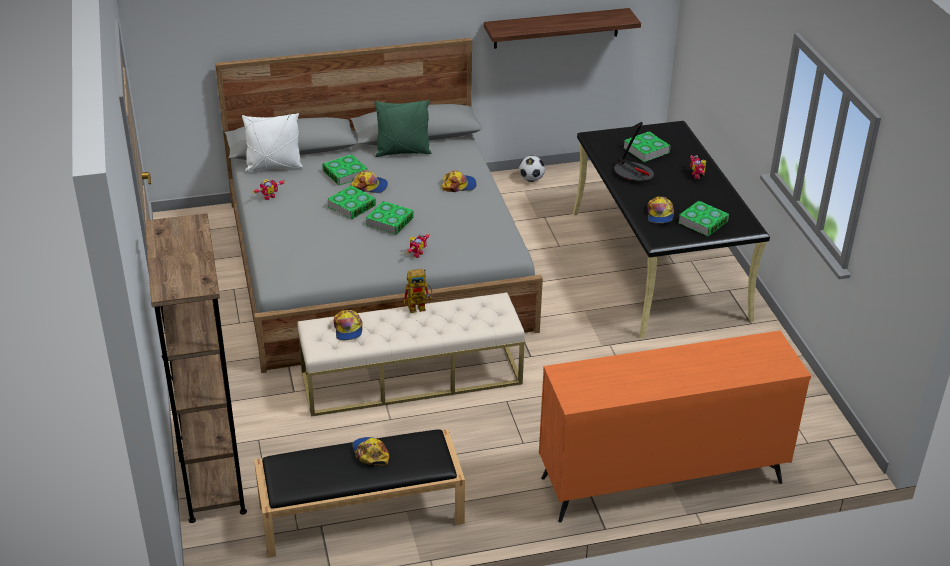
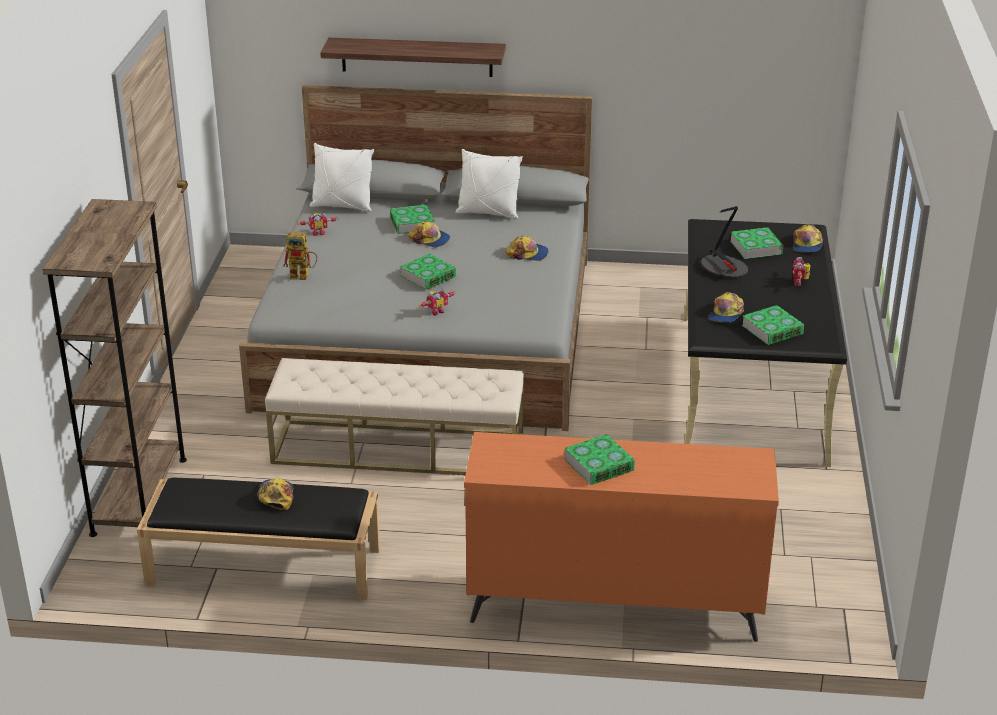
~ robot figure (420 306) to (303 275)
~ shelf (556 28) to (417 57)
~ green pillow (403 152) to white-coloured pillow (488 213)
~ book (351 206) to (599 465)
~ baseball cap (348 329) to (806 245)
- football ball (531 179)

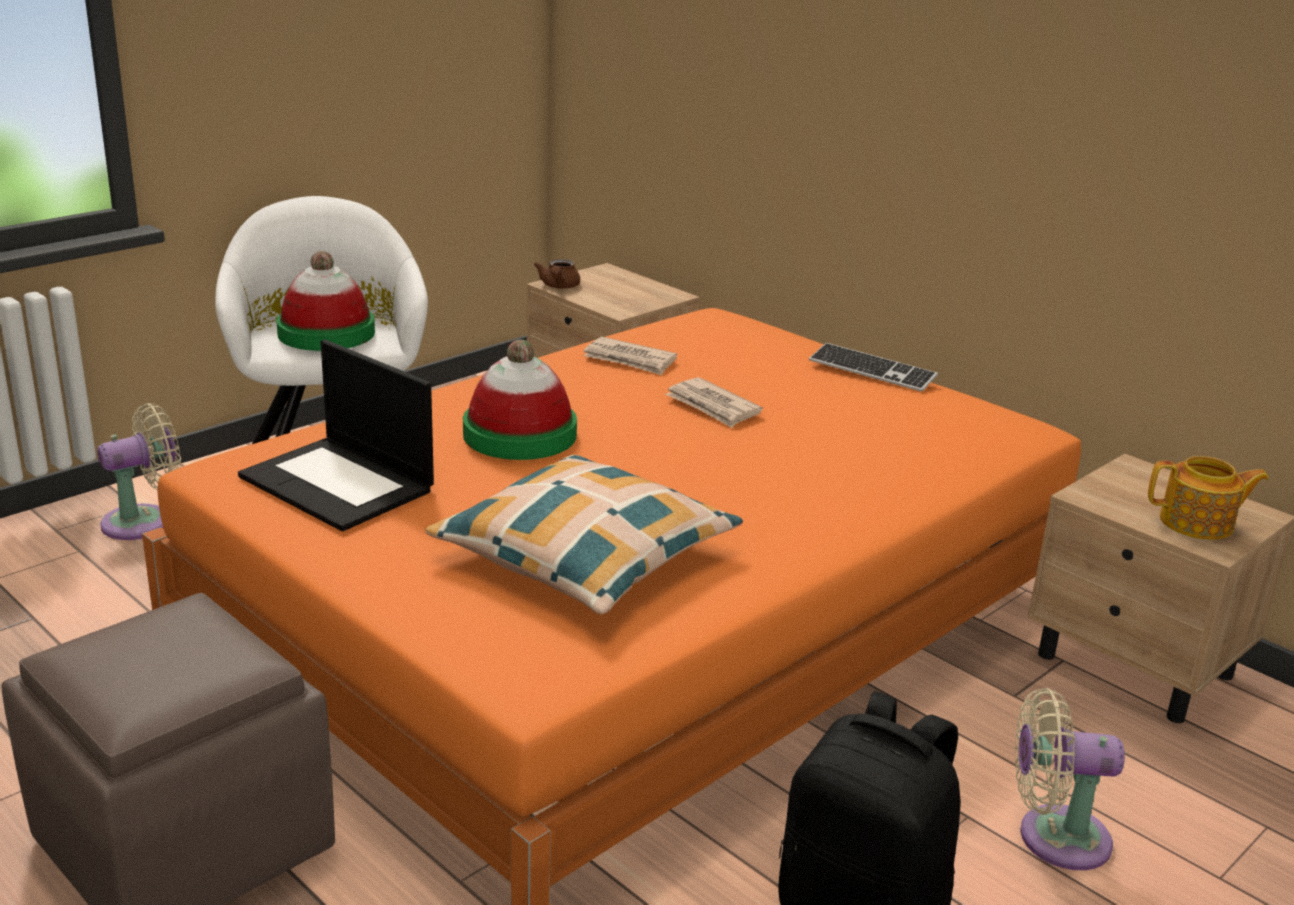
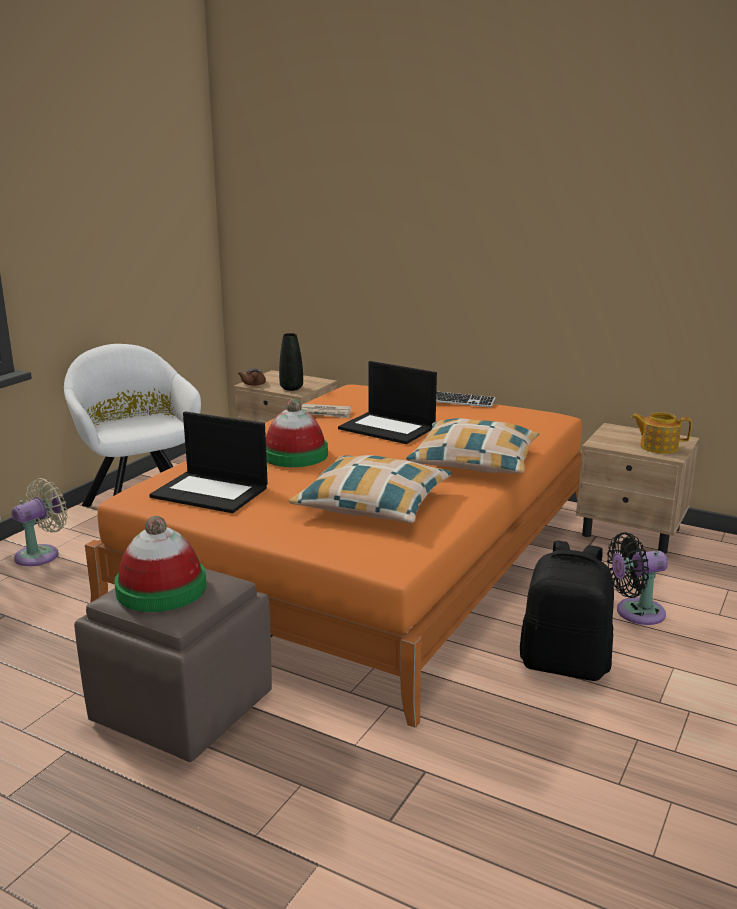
~ wearable hat (326 333) to (161 588)
+ blackish flower vase (291 388)
~ daily paper (713 406) to laptop (388 428)
+ pillow (474 461)
~ sand-coloured electric fan (1054 837) to blackish electric fan (635 613)
~ pot for tea (1198 523) = (658 447) 150 degrees counterclockwise

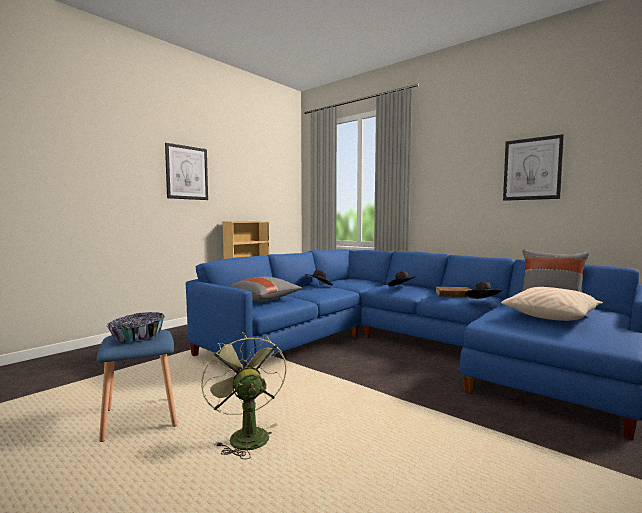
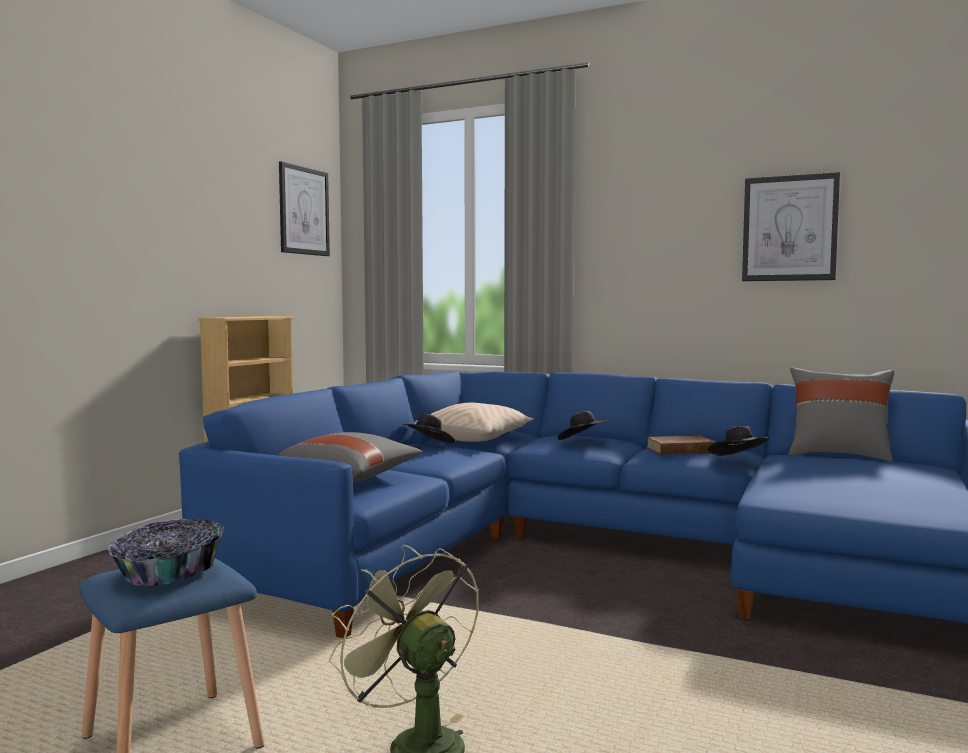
~ picture (187 172) to (304 211)
~ sand-coloured pillow (551 316) to (474 438)

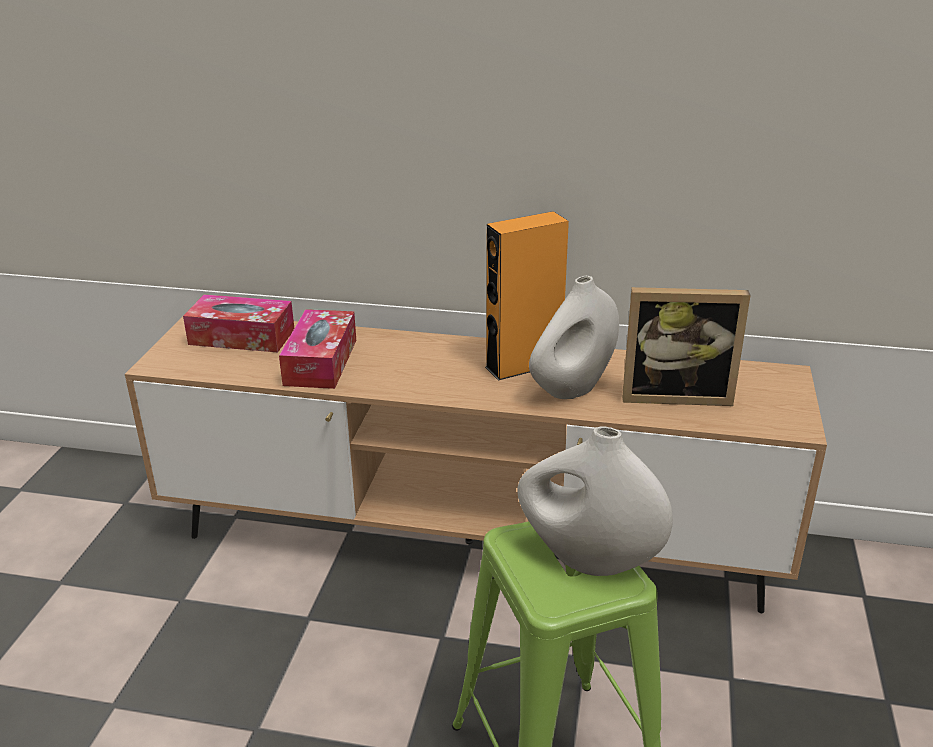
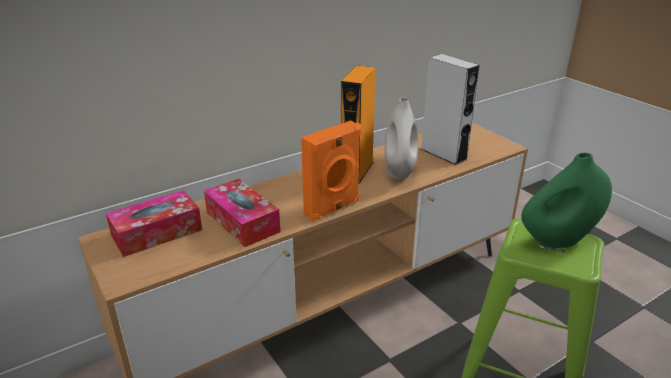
+ orange-coloured speaker (333 208)
~ standing frame (675 394) to gray speaker (443 154)
~ white-coloured flower vase (588 560) to green flower vase (558 240)

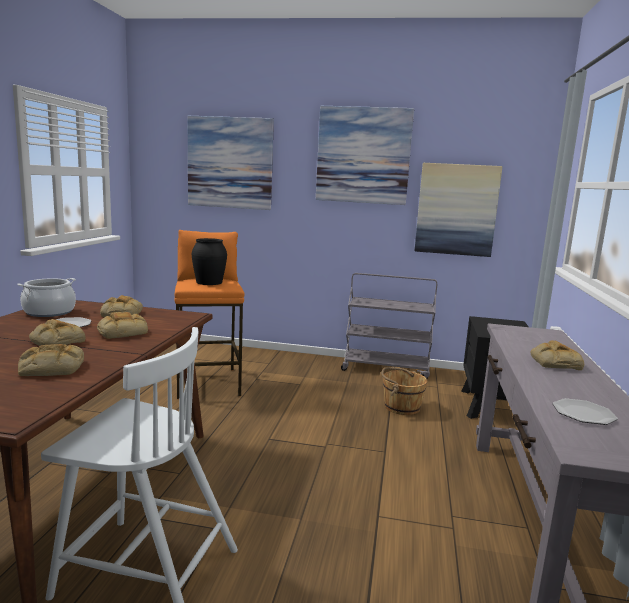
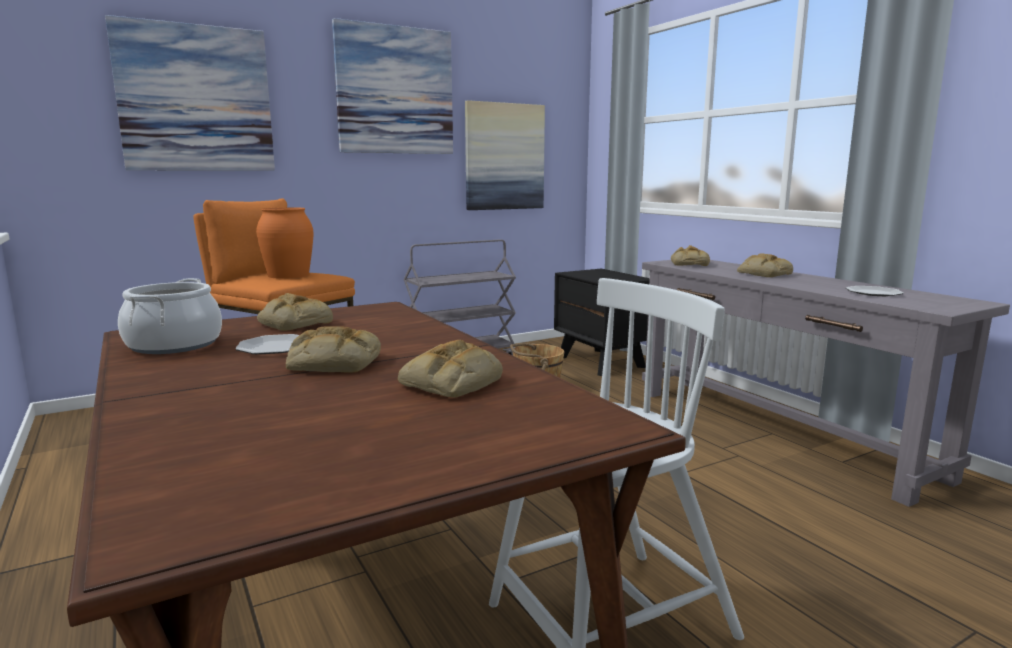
~ blackish flower vase (209 282) to orange-coloured flower vase (288 275)
~ bakery bread (123 332) to (689 263)

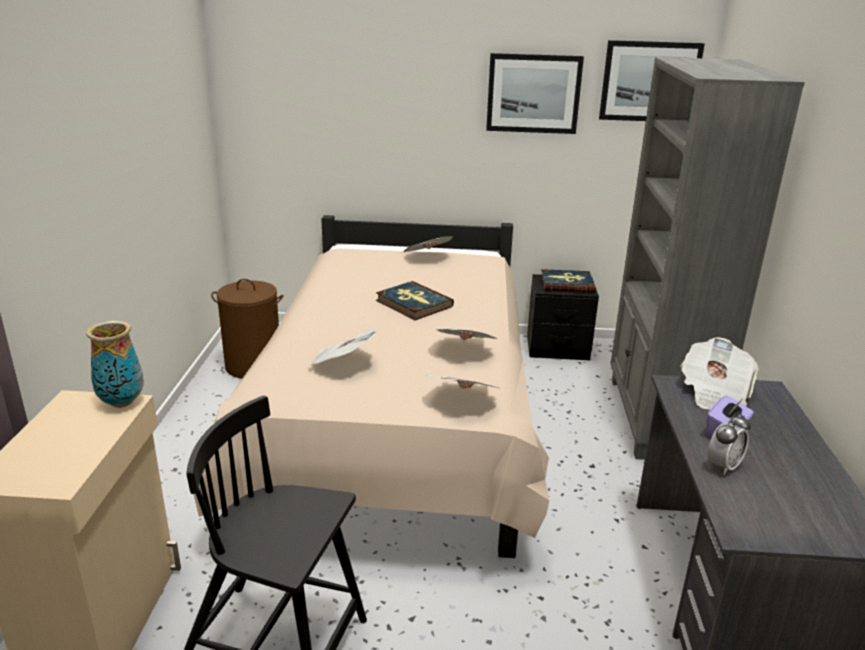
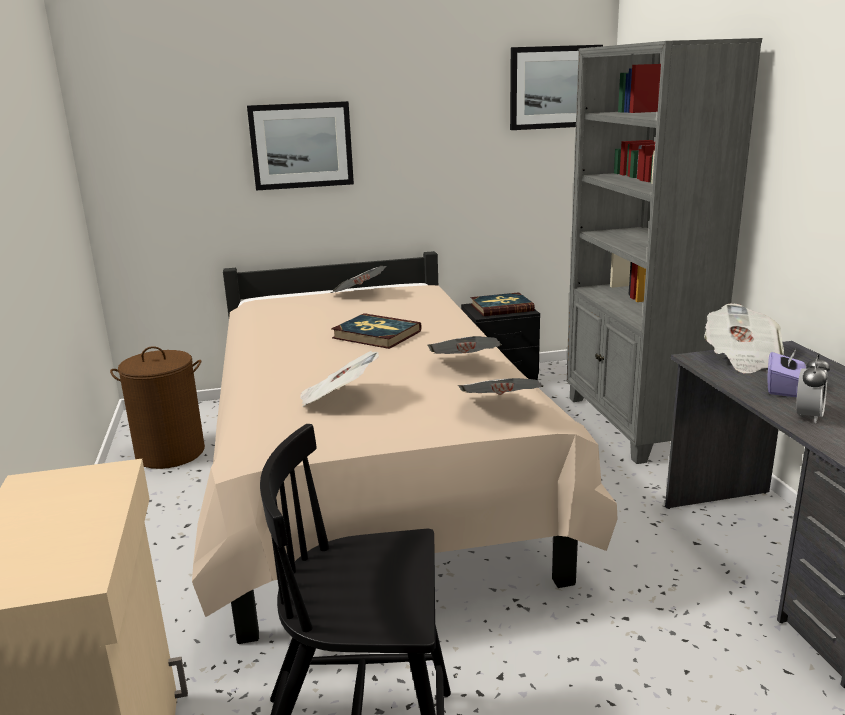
~ picture (533 93) to (301 145)
- flower vase (121 402)

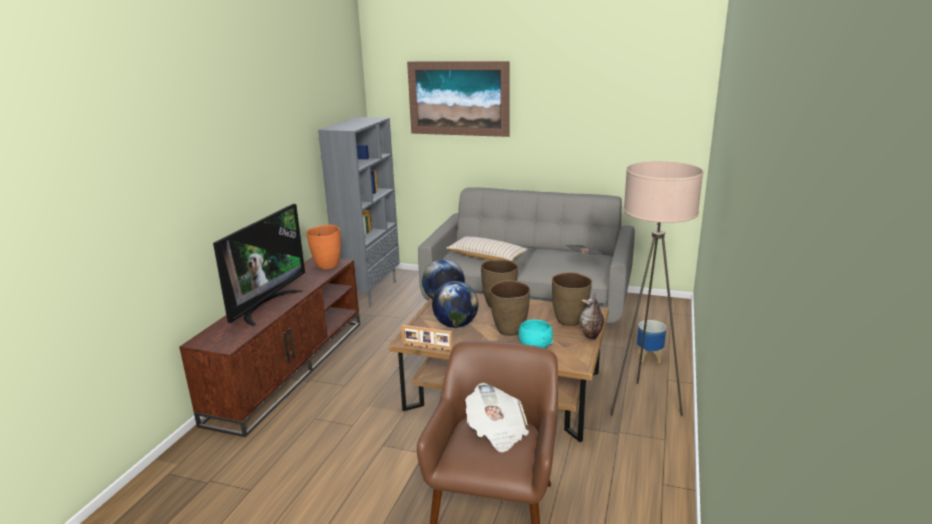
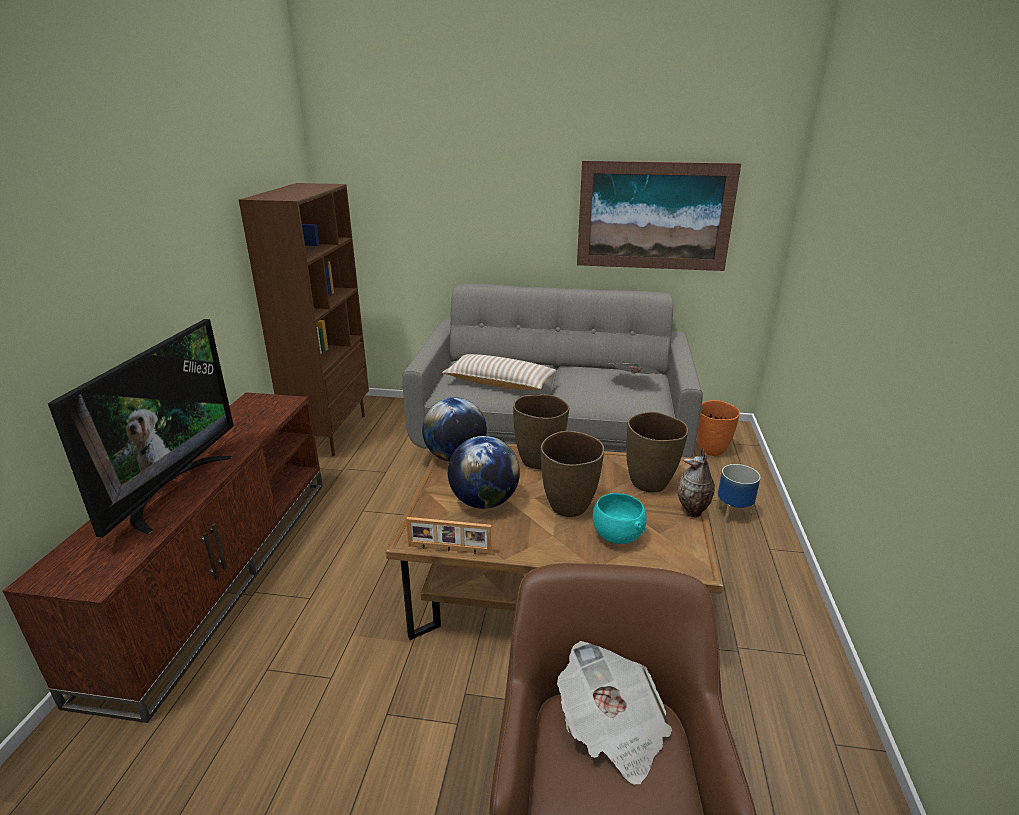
~ gray shelving unit (370 292) to brownish shelving unit (330 433)
~ picture (458 98) to (654 216)
~ orange-coloured flower vase (327 266) to (711 450)
- sand-coloured standing lamp (642 404)

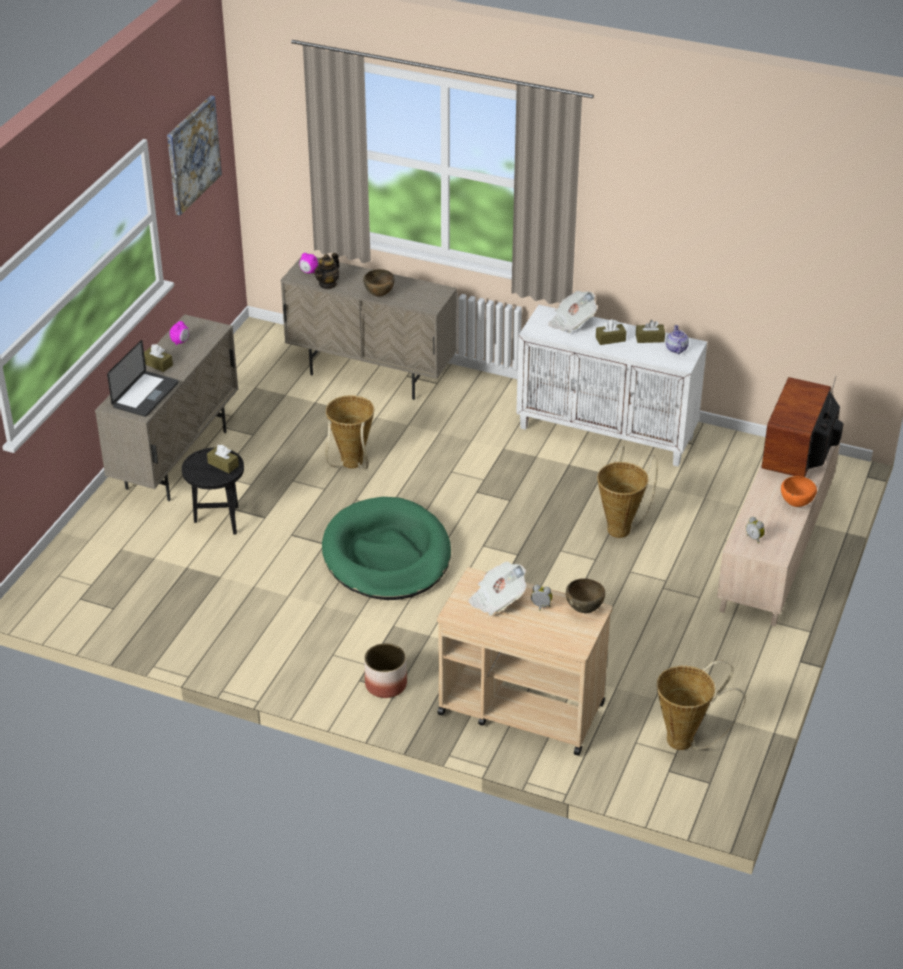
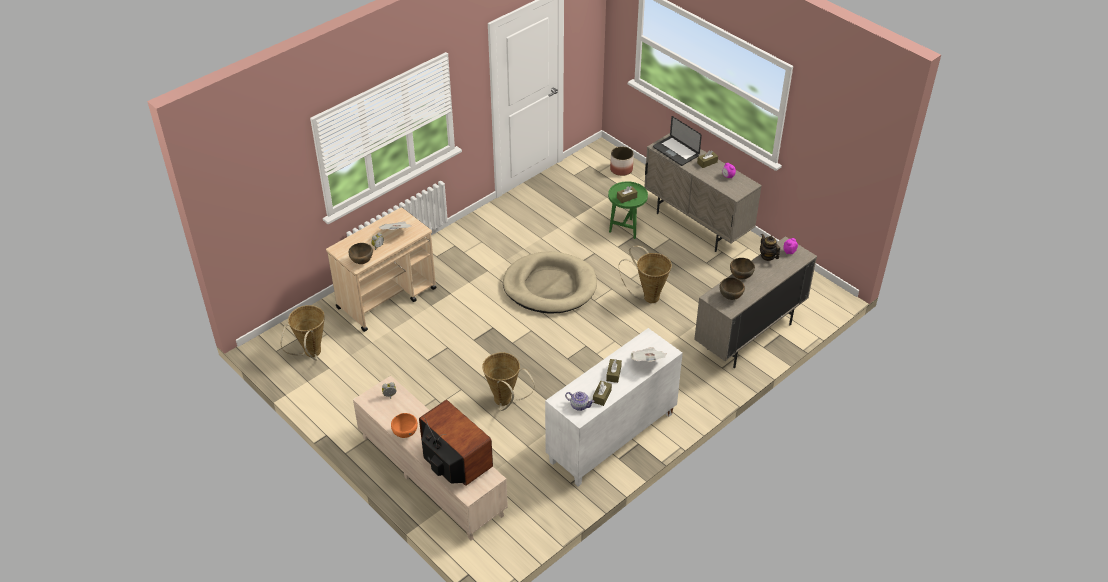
~ green dog bed (387 555) to sand-coloured dog bed (550 286)
~ blackish side table (218 520) to green side table (626 228)
~ plant pot (385 685) to (621 169)
+ brownish serving bowl (731 297)
- picture (193 154)

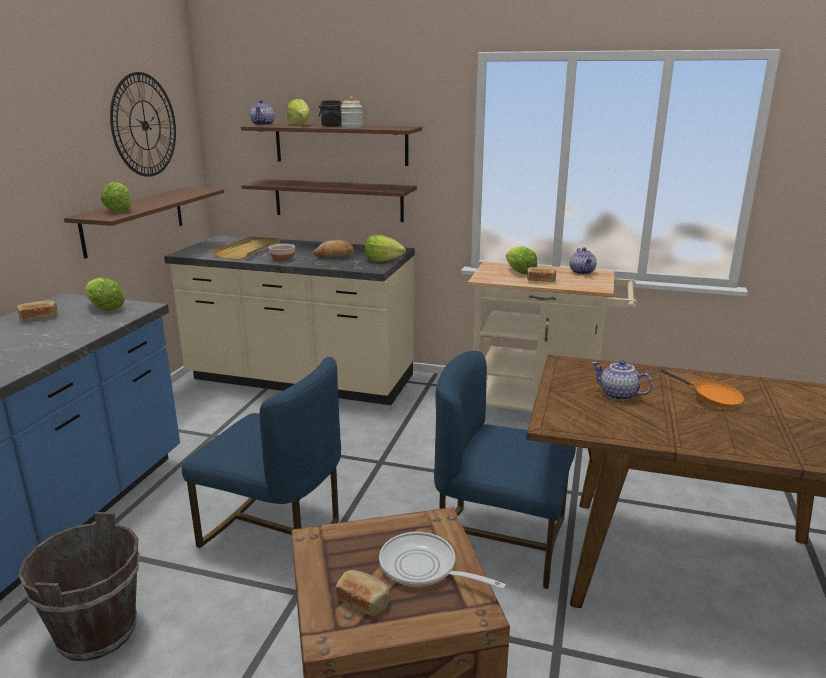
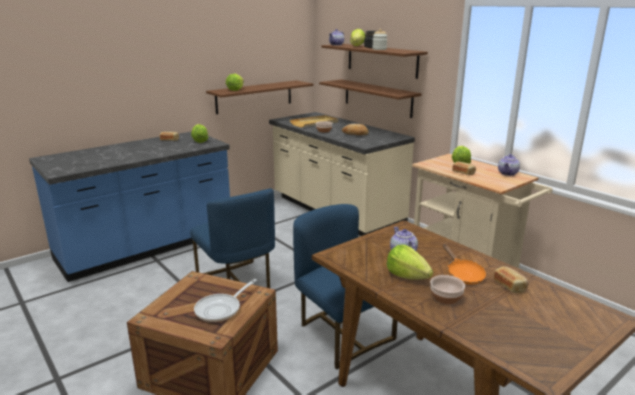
~ frying pan (424 568) = (221 309) 120 degrees counterclockwise
~ head of lettuce (383 260) to (407 276)
+ serving bowl (446 297)
~ bakery bread (363 601) to (510 286)
- brownish water bucket (97 632)
- hanging clock (144 125)

